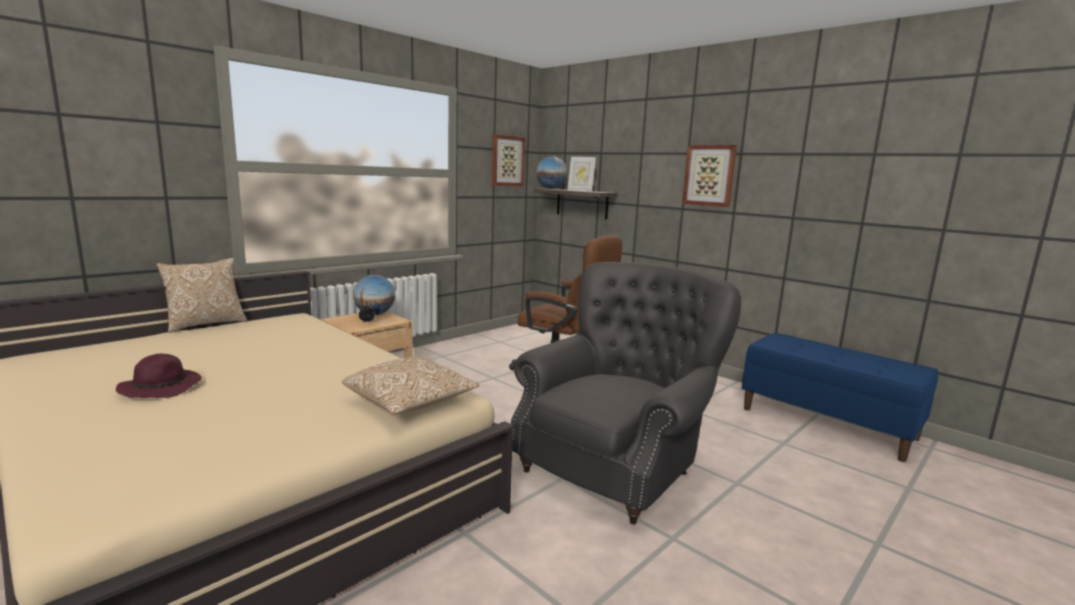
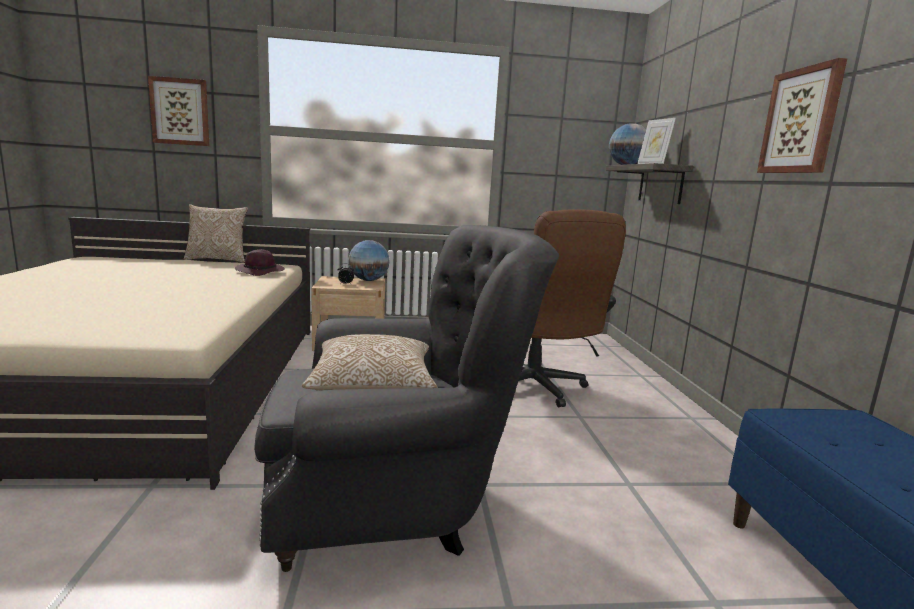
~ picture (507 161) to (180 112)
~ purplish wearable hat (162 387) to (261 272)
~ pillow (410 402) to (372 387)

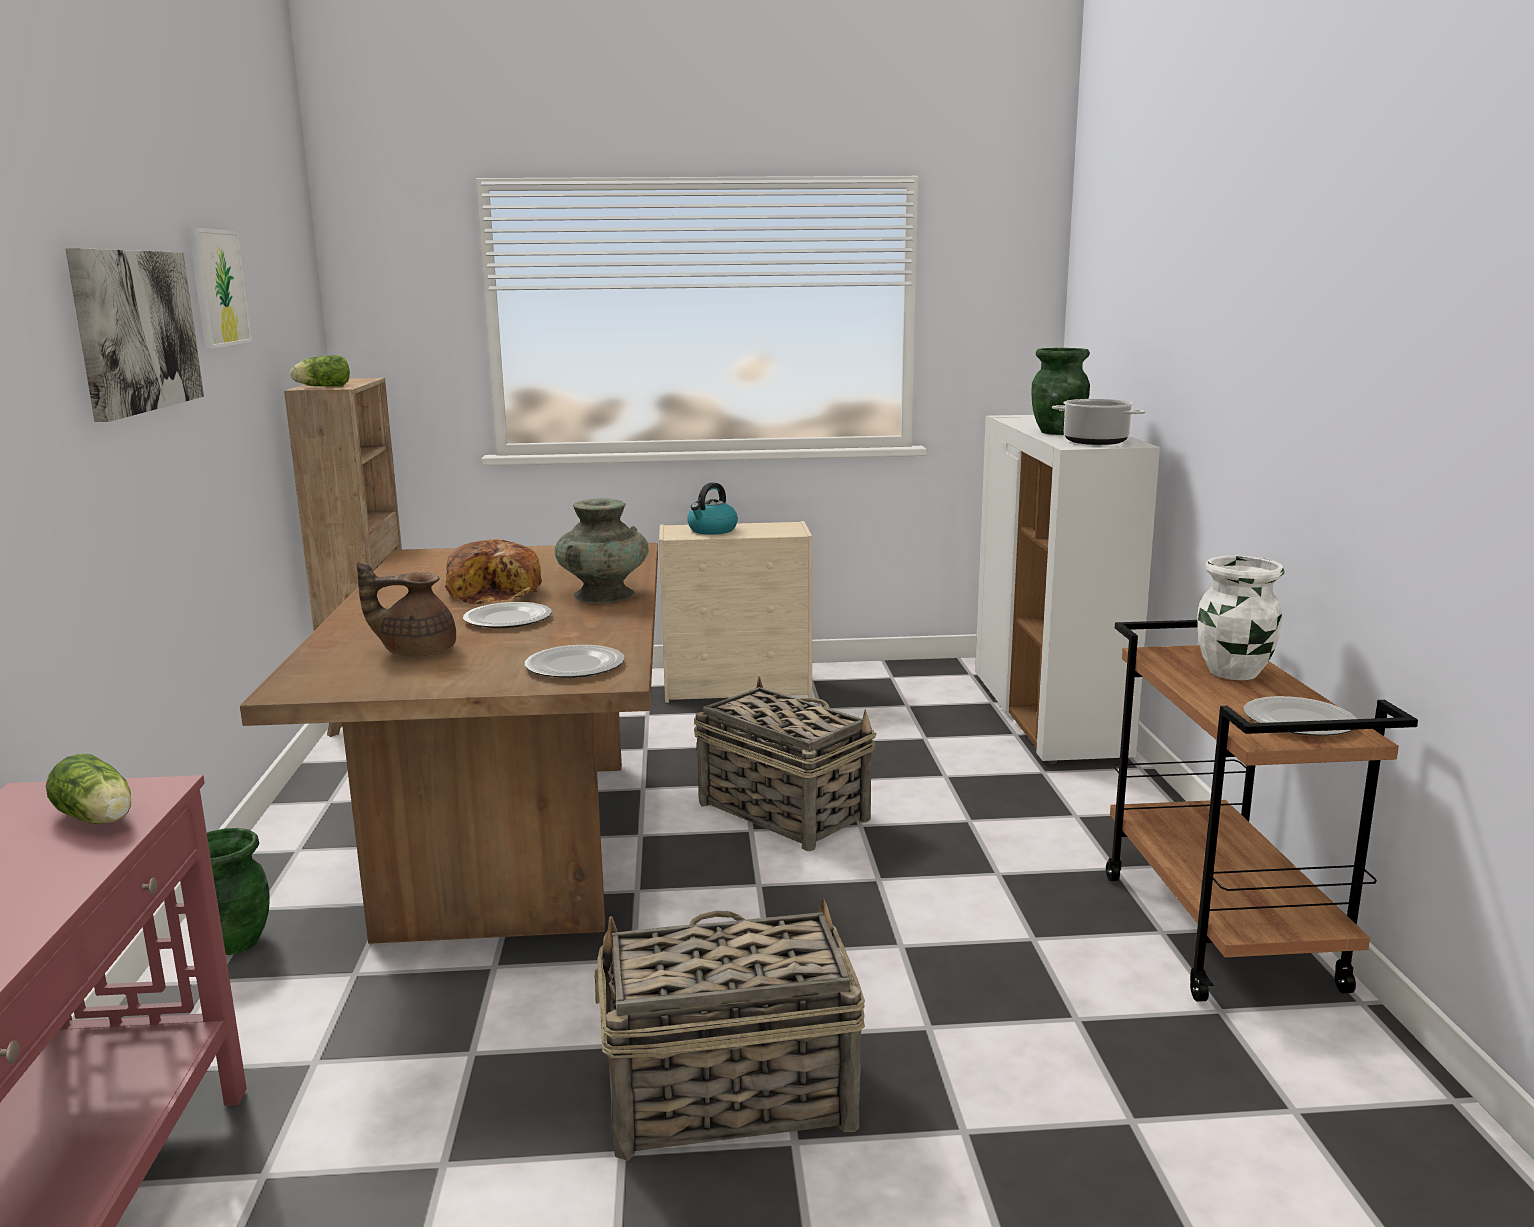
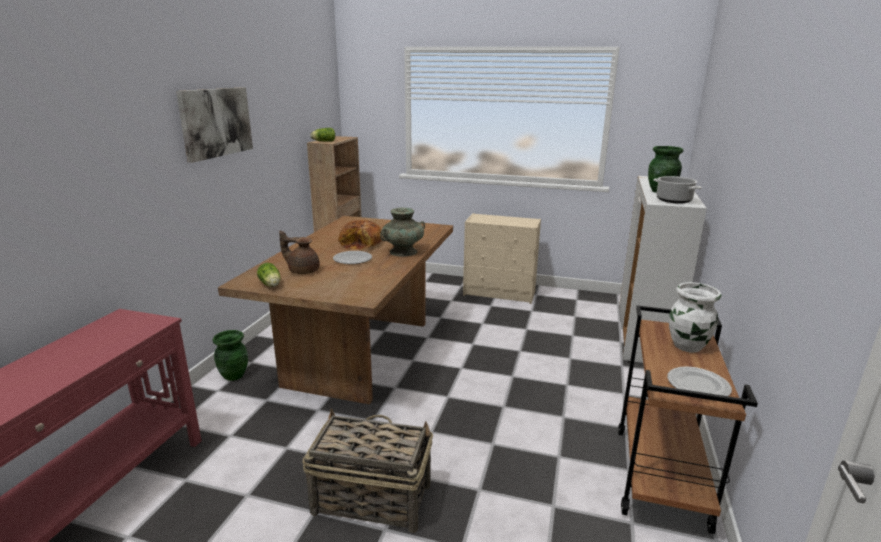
~ head of lettuce (98 819) to (271 285)
- picture (218 288)
- dinner plate (574 666)
- tea kettle (712 530)
- household basket (782 811)

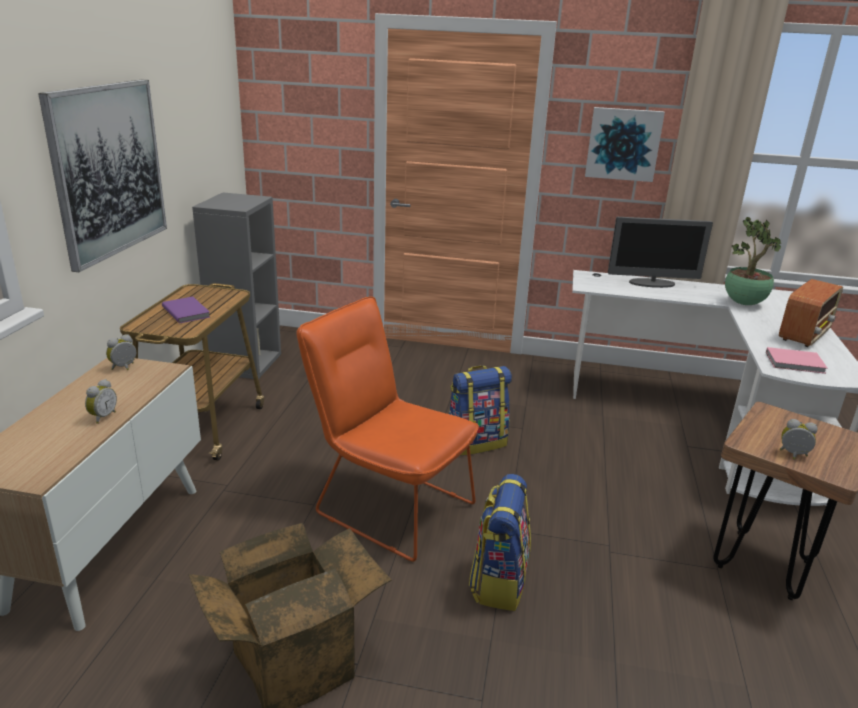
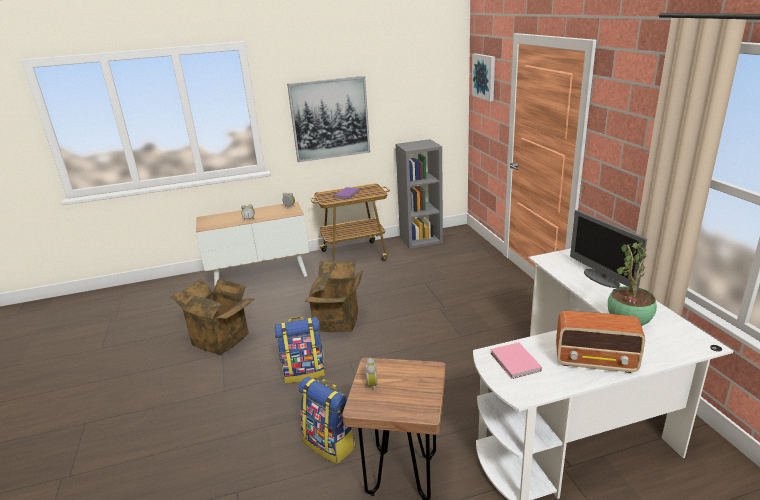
~ backpack (476 442) to (330 444)
~ orange-coloured plain chair (387 504) to cardboard box (338 321)
~ picture (623 144) to (484 76)

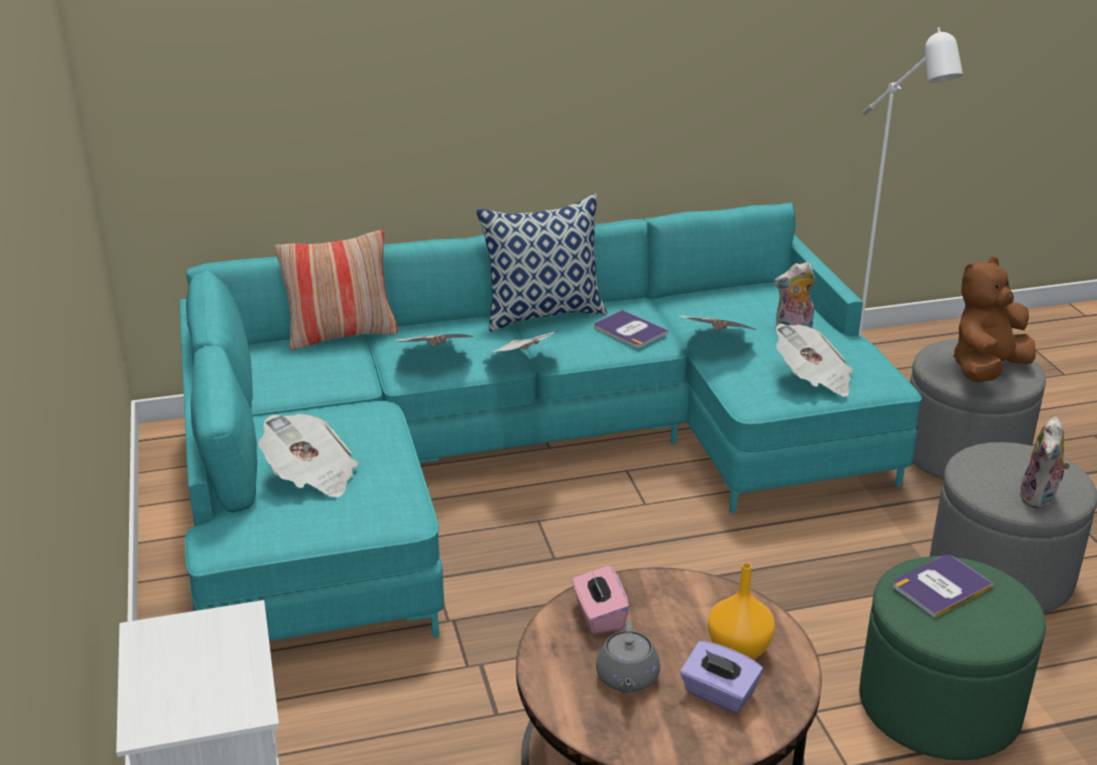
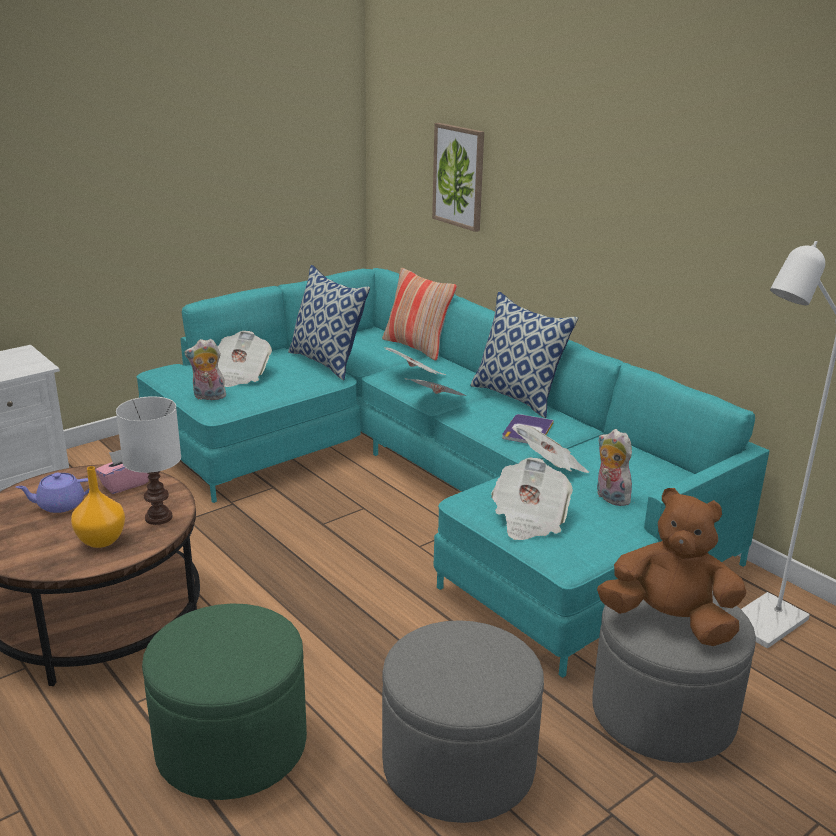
~ gray pot for tea (627 678) to purplish pot for tea (59 505)
+ white-coloured table lamp (158 518)
~ plush toy (1040 498) to (208 397)
+ pillow (327 362)
+ picture (459 176)
- purplish box of tissues (718 694)
- book (941 586)

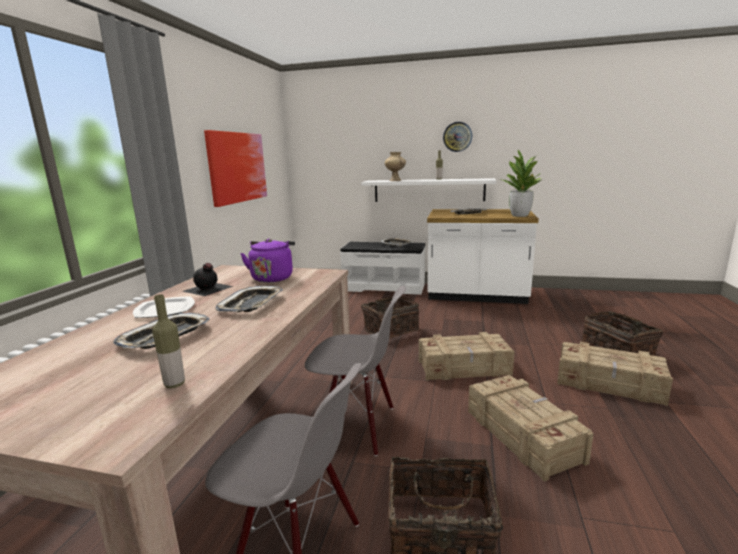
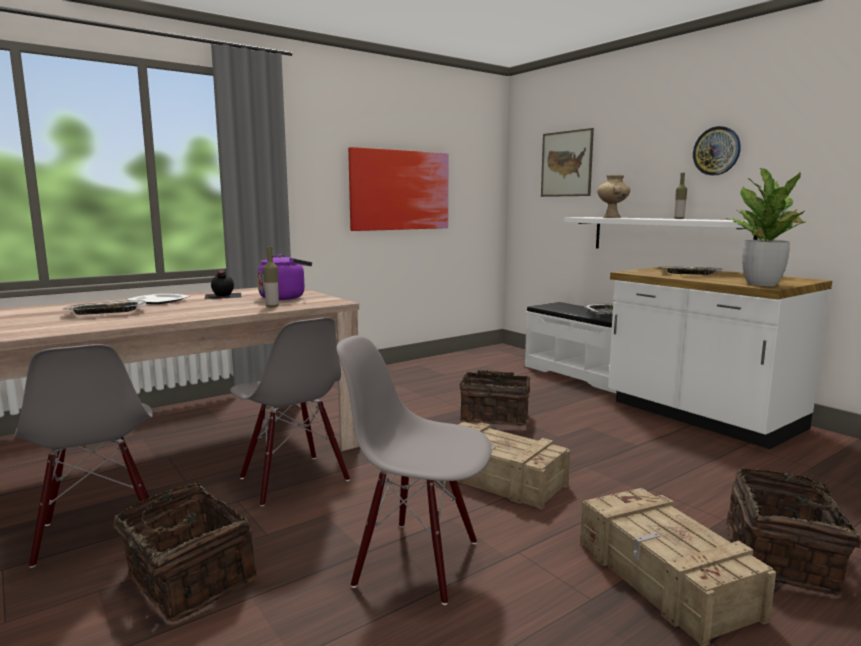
~ bottle (174 384) to (272 306)
~ crate (523 434) to gray plain chair (417 561)
+ picture (566 164)
- carrying tray (251 304)

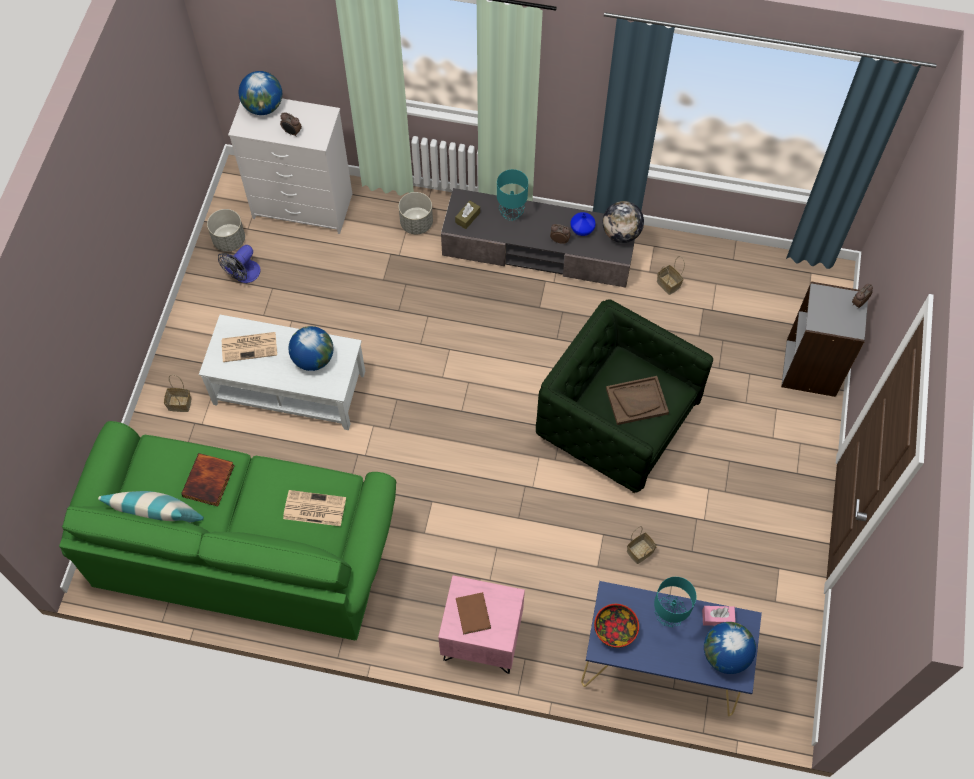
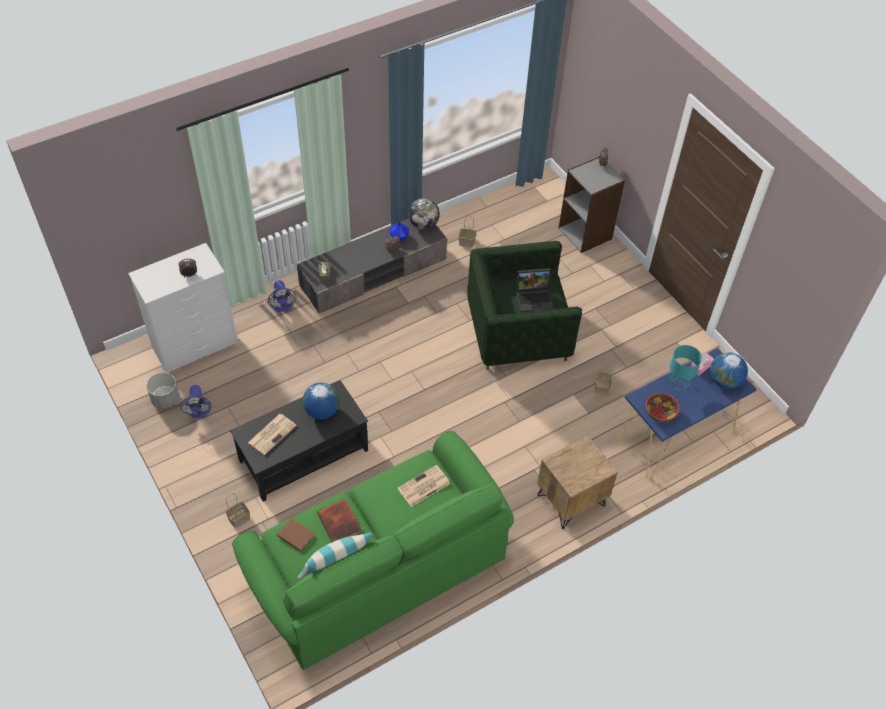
~ white-coloured coffee table (289 388) to blackish coffee table (303 455)
~ gray plant pot (417 223) to electric fan (283 307)
~ brownish book (473 612) to (296 534)
~ brownish carrying tray (637 401) to laptop (534 298)
~ pink-coloured nightstand (481 640) to brownish nightstand (571 501)
- globe (263 107)
- blue-green table lamp (510 214)

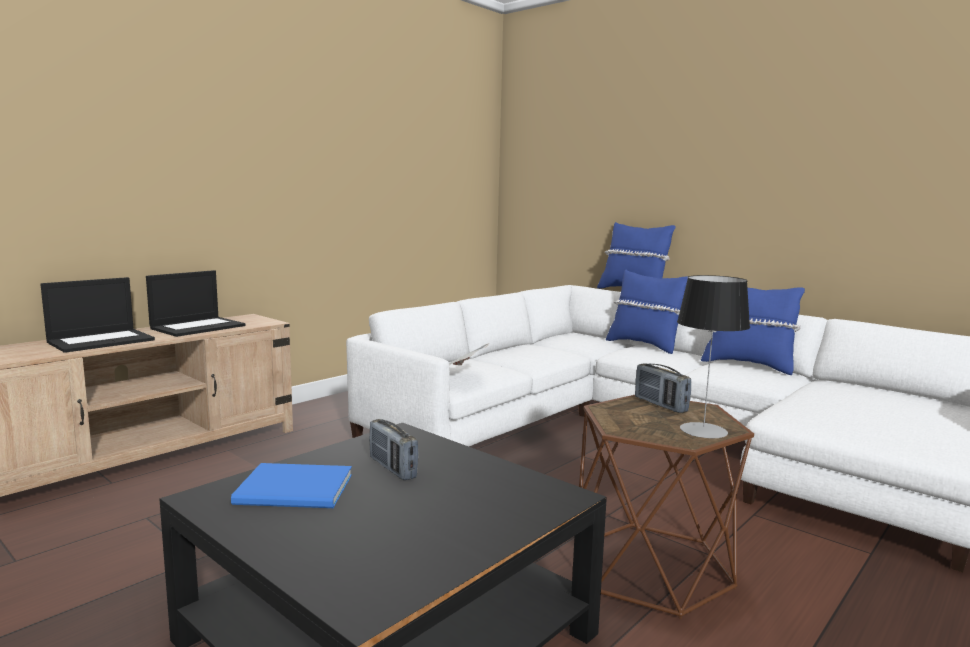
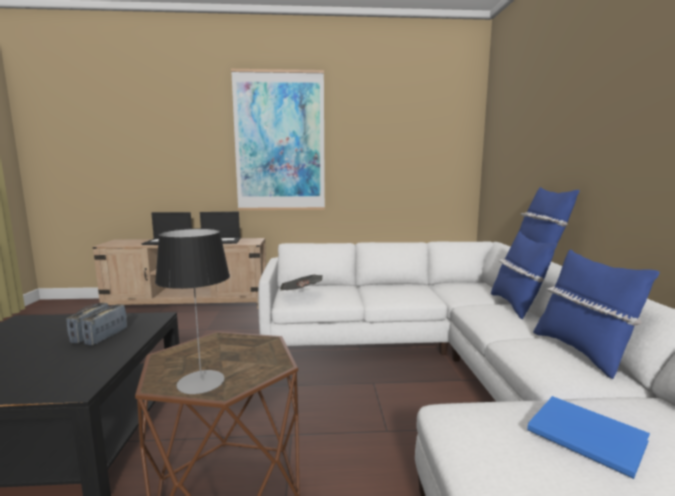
~ radio set (660 405) to (107 336)
+ picture (280 142)
~ blue-coloured book (297 490) to (589 438)

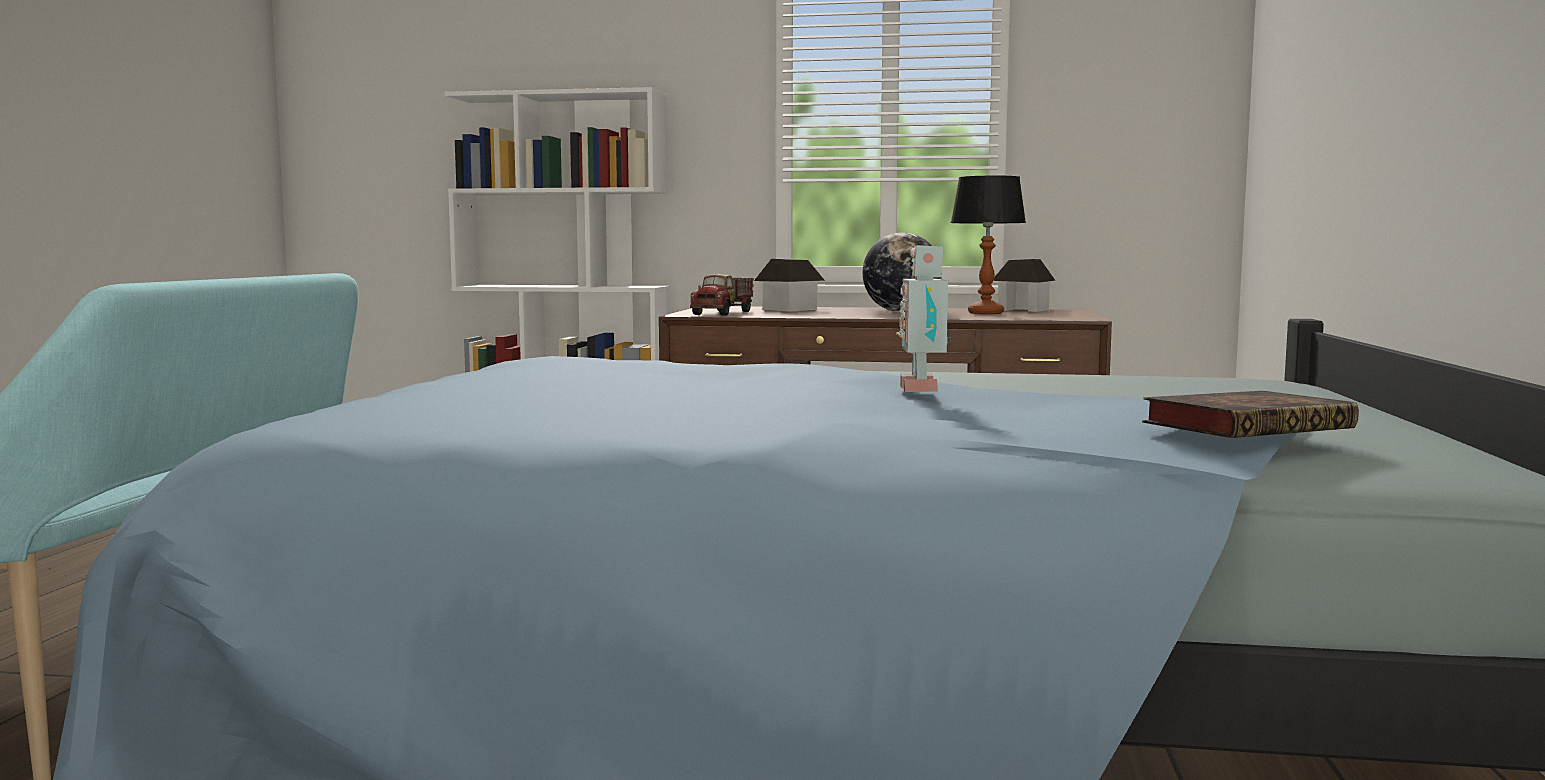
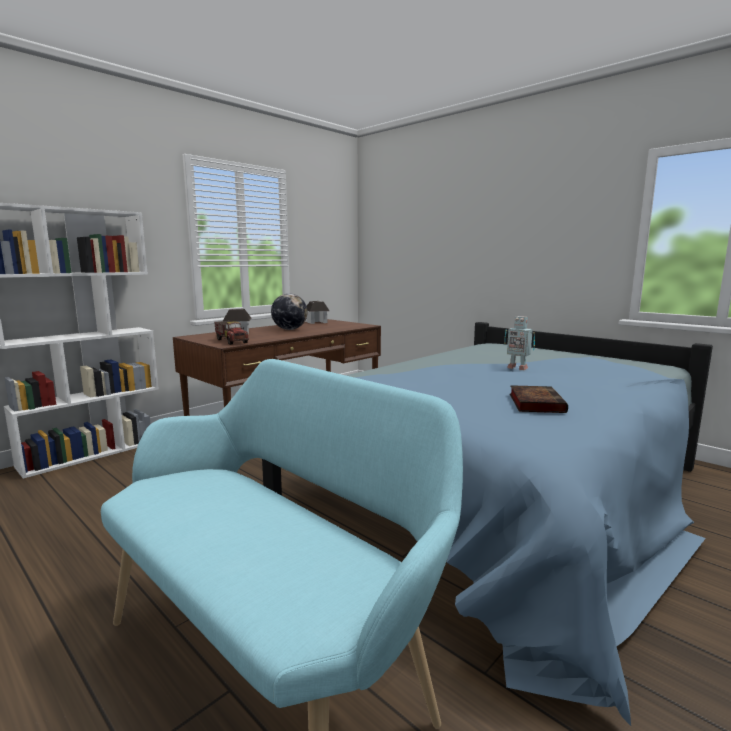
~ book (1249 426) to (535 403)
- table lamp (986 313)

